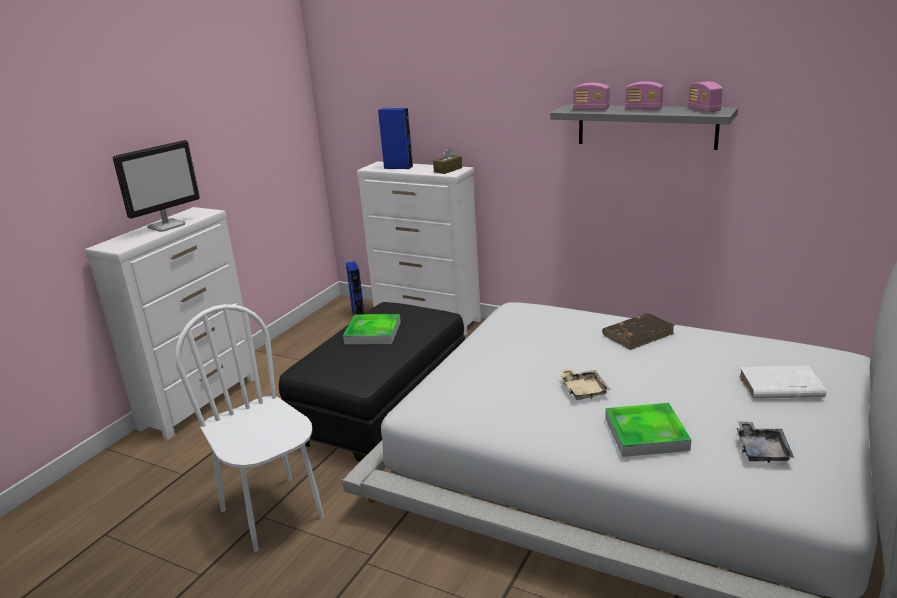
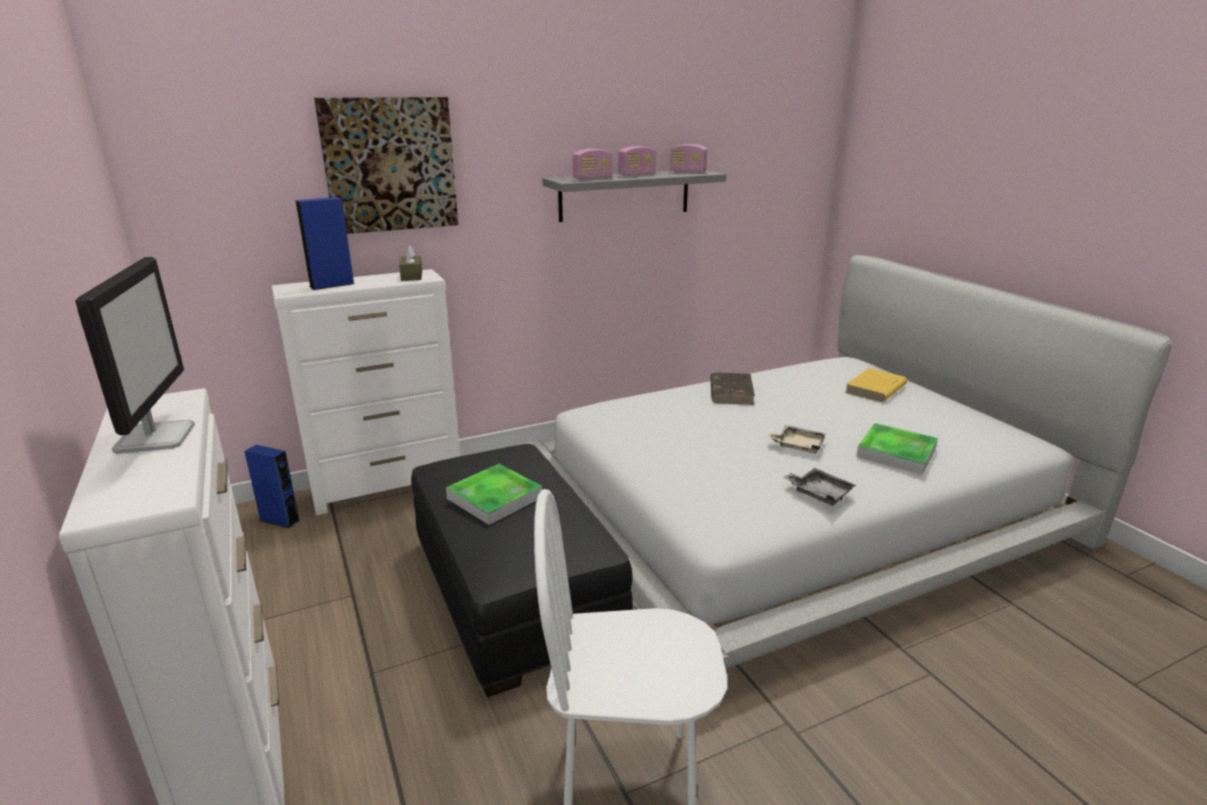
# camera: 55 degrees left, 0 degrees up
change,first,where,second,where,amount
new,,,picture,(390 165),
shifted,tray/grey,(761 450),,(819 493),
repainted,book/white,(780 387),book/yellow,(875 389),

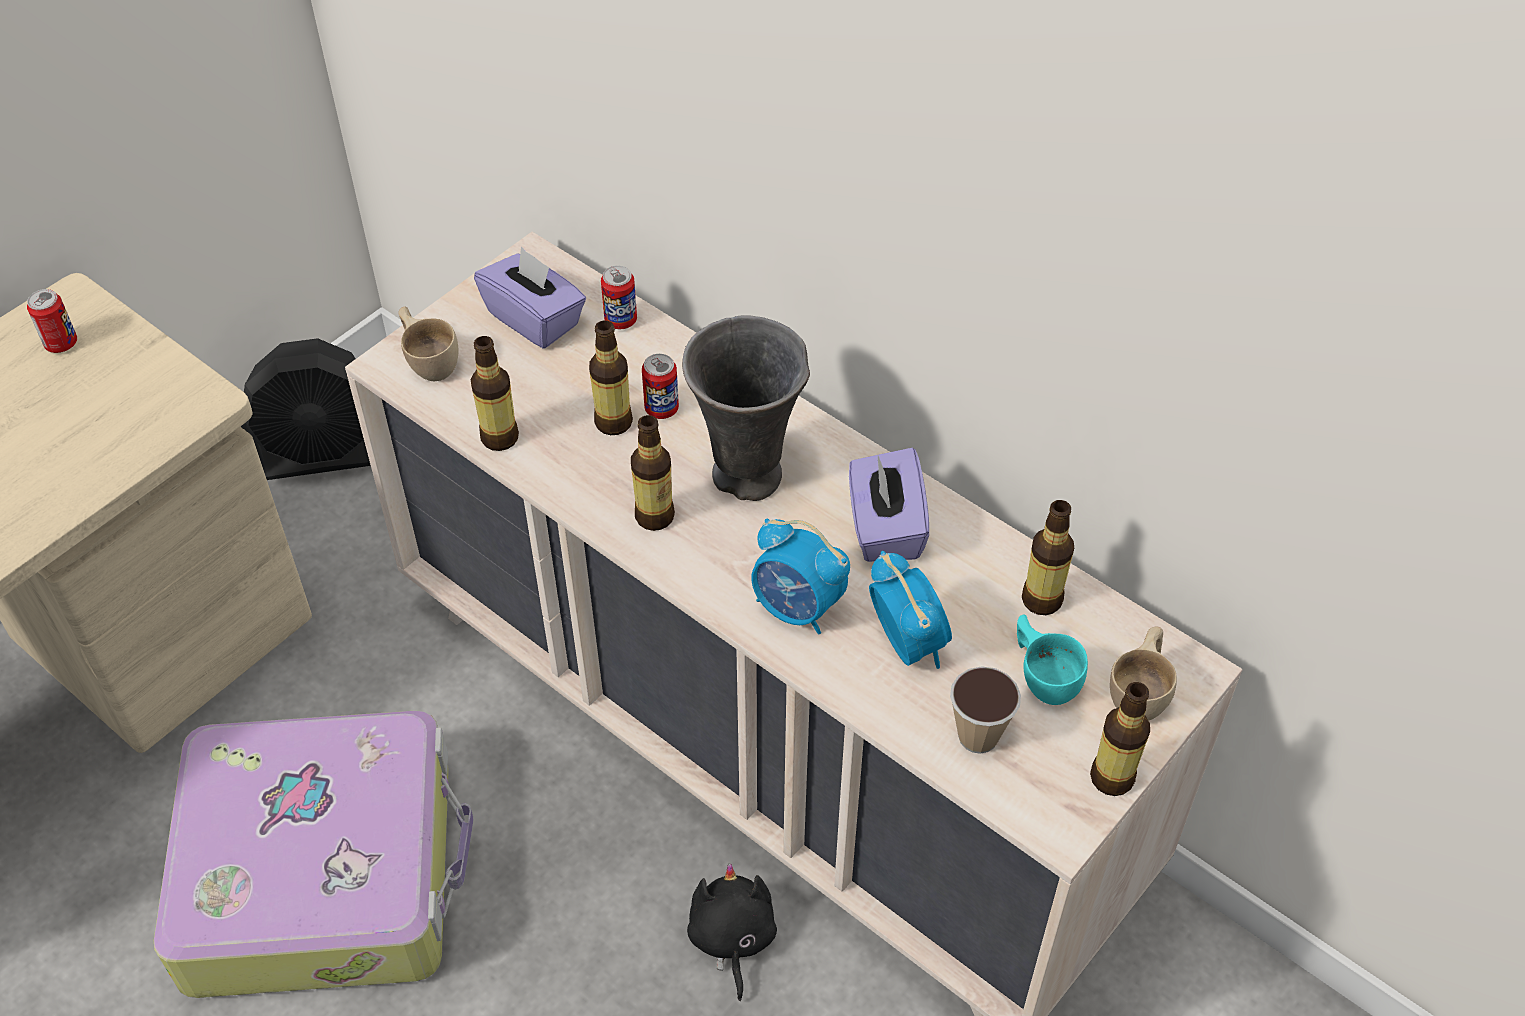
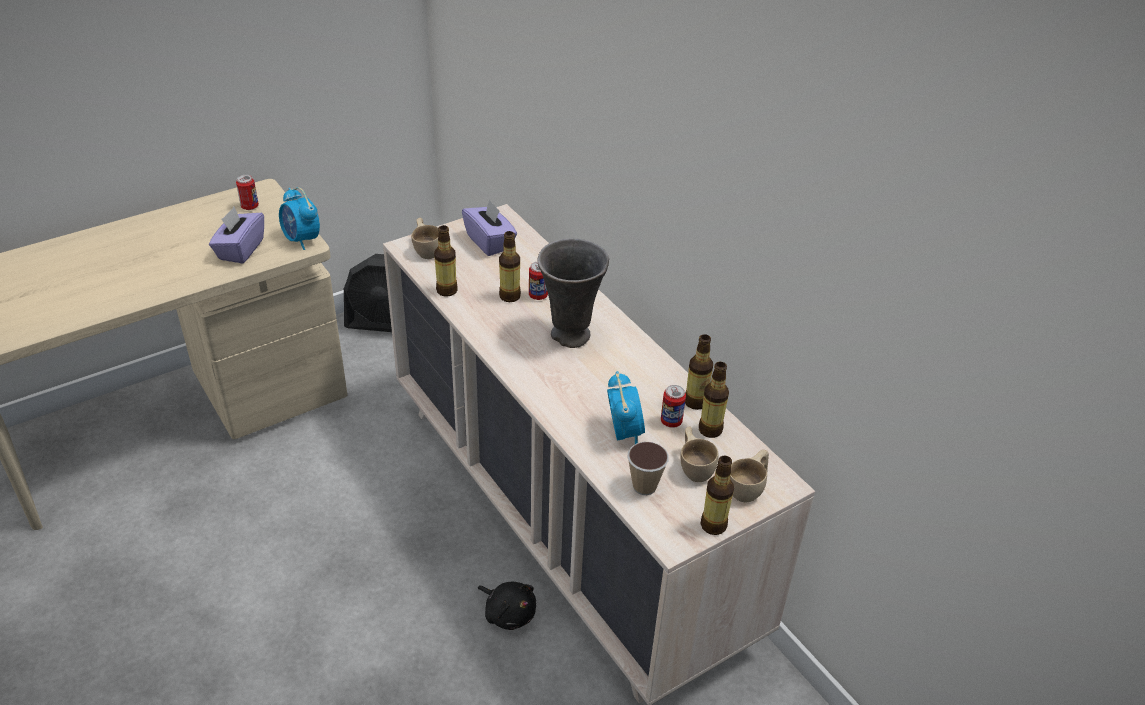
# camera: 15 degrees right, 10 degrees down
change,first,where,second,where,amount
gone,suitcase,(324 871),,,
shifted,can,(621 320),,(671 421),
shifted,bottle,(655 516),,(695 402),
shifted,alarm clock,(797 608),,(302 240),
shifted,tissue box/purple,(885 528),,(240 249),
repainted,cup/turquoise,(1043 676),cup/beige,(695 466),
rotated,plush toy/black,(731 938),,(508 613),120 degrees clockwise

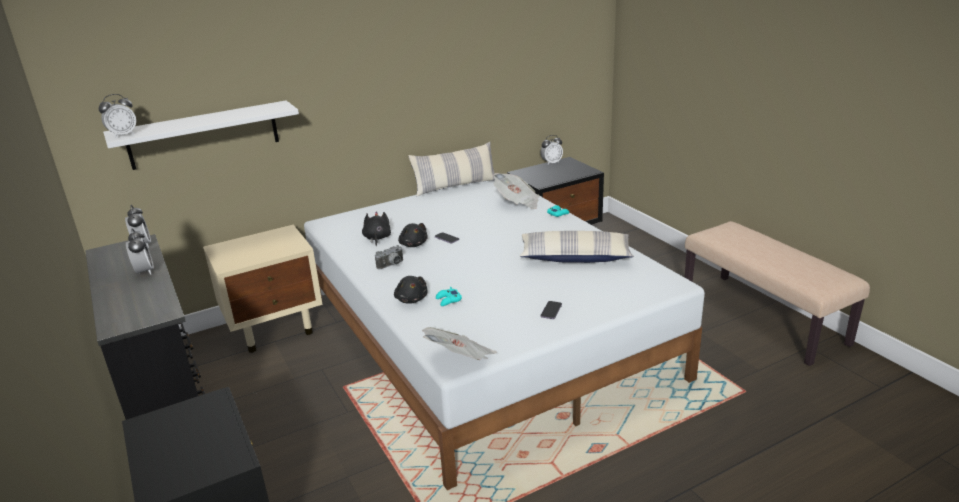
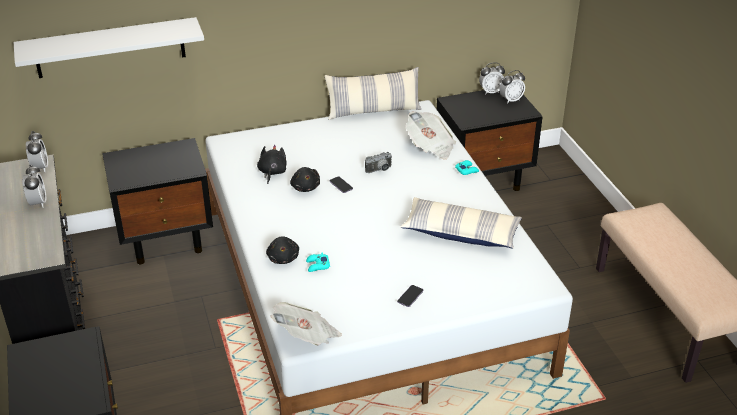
# camera: 10 degrees right, 10 degrees up
change,first,where,second,where,amount
shifted,alarm clock,(123 135),,(511 100),
shifted,photo camera,(392 265),,(380 170),
repainted,nightstand/beige,(275 328),nightstand/black,(167 240),

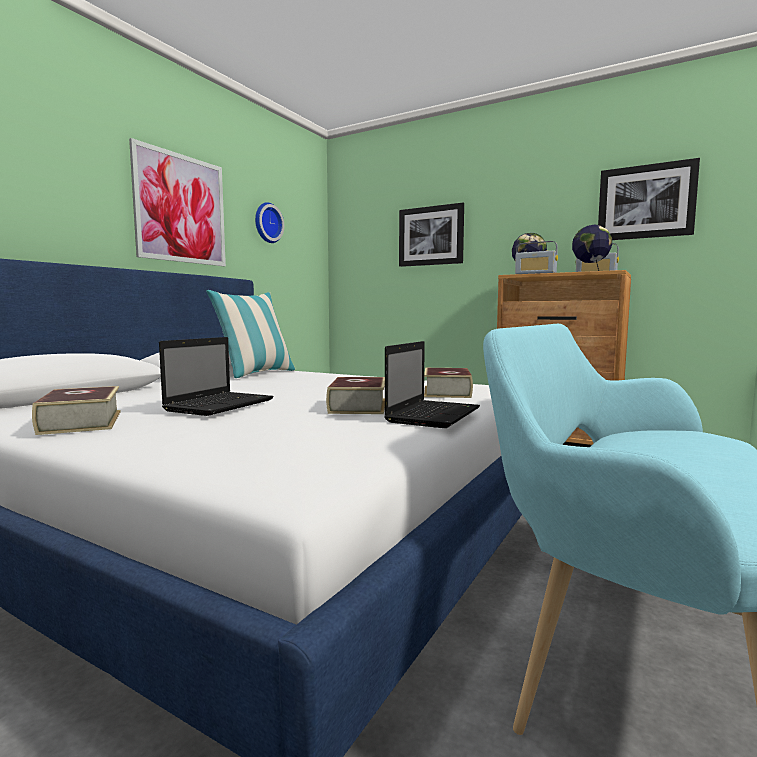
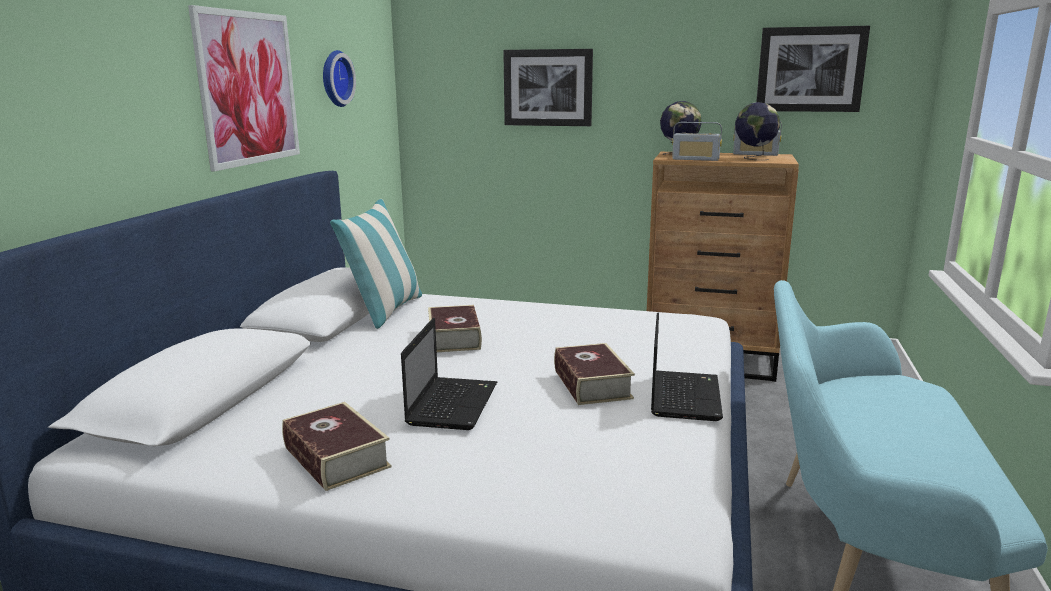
# camera: 15 degrees left, 10 degrees up
change,first,where,second,where,amount
shifted,book,(447 392),,(454 338),

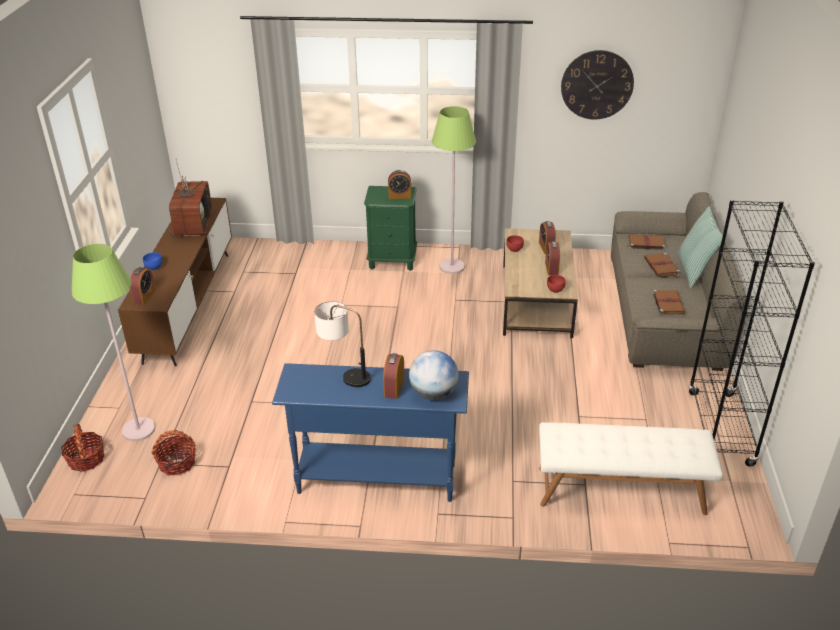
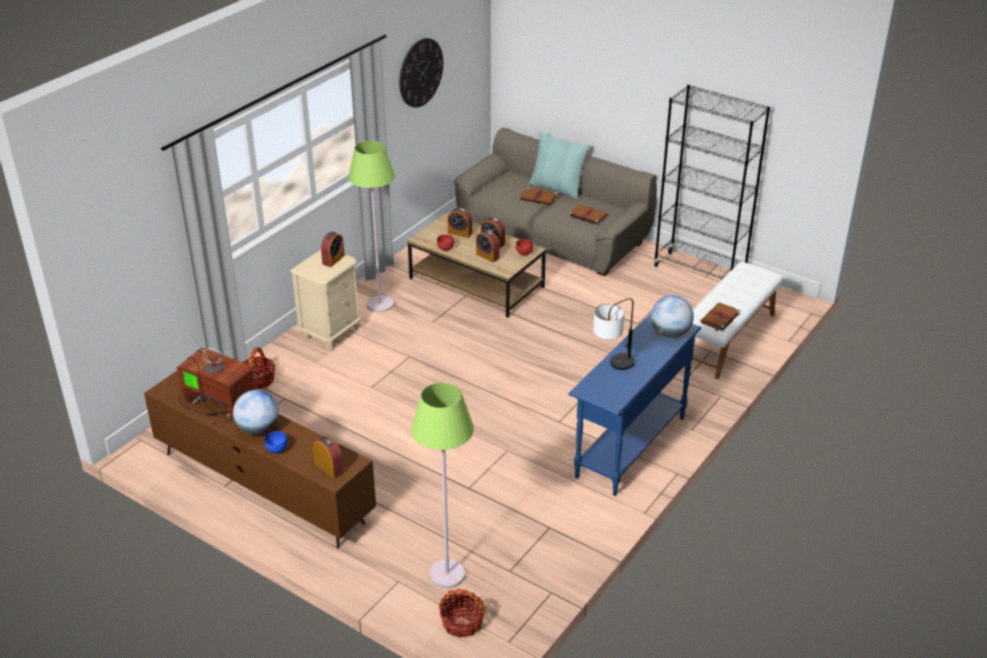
# camera: 60 degrees left, 0 degrees up
change,first,where,second,where,amount
new,,,globe,(258 429),
shifted,basket,(177 463),,(258 380),
shifted,alarm clock,(394 387),,(487 256),
shifted,book/brown,(645 243),,(719 318),
repainted,nightstand/green,(392 260),nightstand/beige,(331 333),

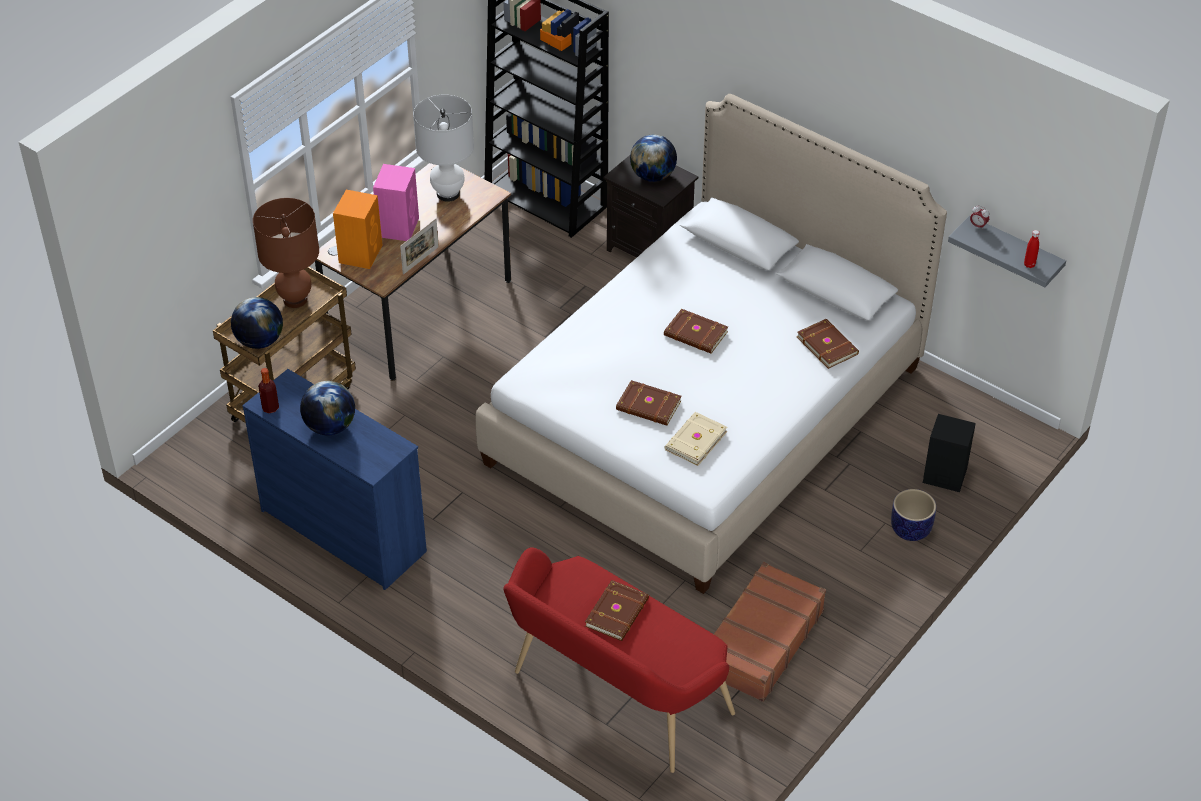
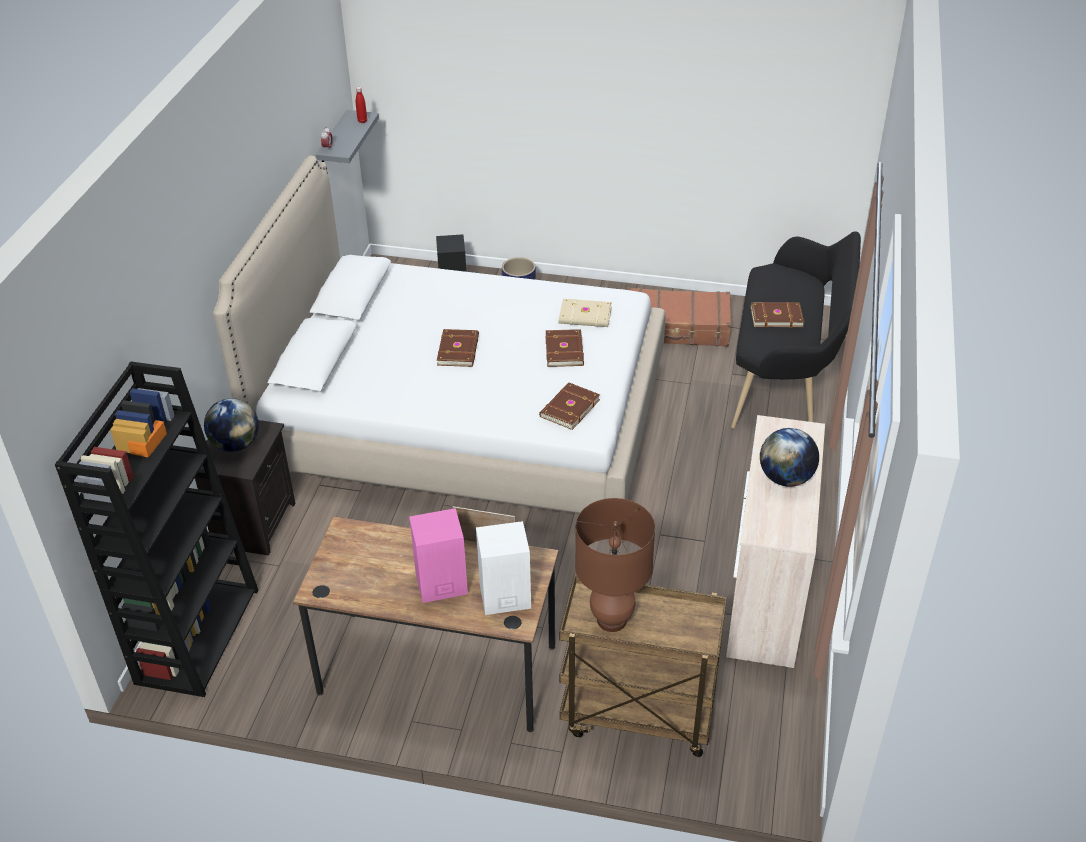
# camera: 115 degrees left, 5 degrees down
change,first,where,second,where,amount
gone,globe,(259 341),,,
gone,bottle,(270 408),,,
gone,table lamp/white,(448 194),,,
shifted,book/brown,(827 345),,(568 408),
repainted,dresser/blue,(344 530),dresser/beige,(765 595),
repainted,speaker/orange,(361 253),speaker/white,(503 596),
repainted,bench/red,(614 697),bench/black,(786 379),

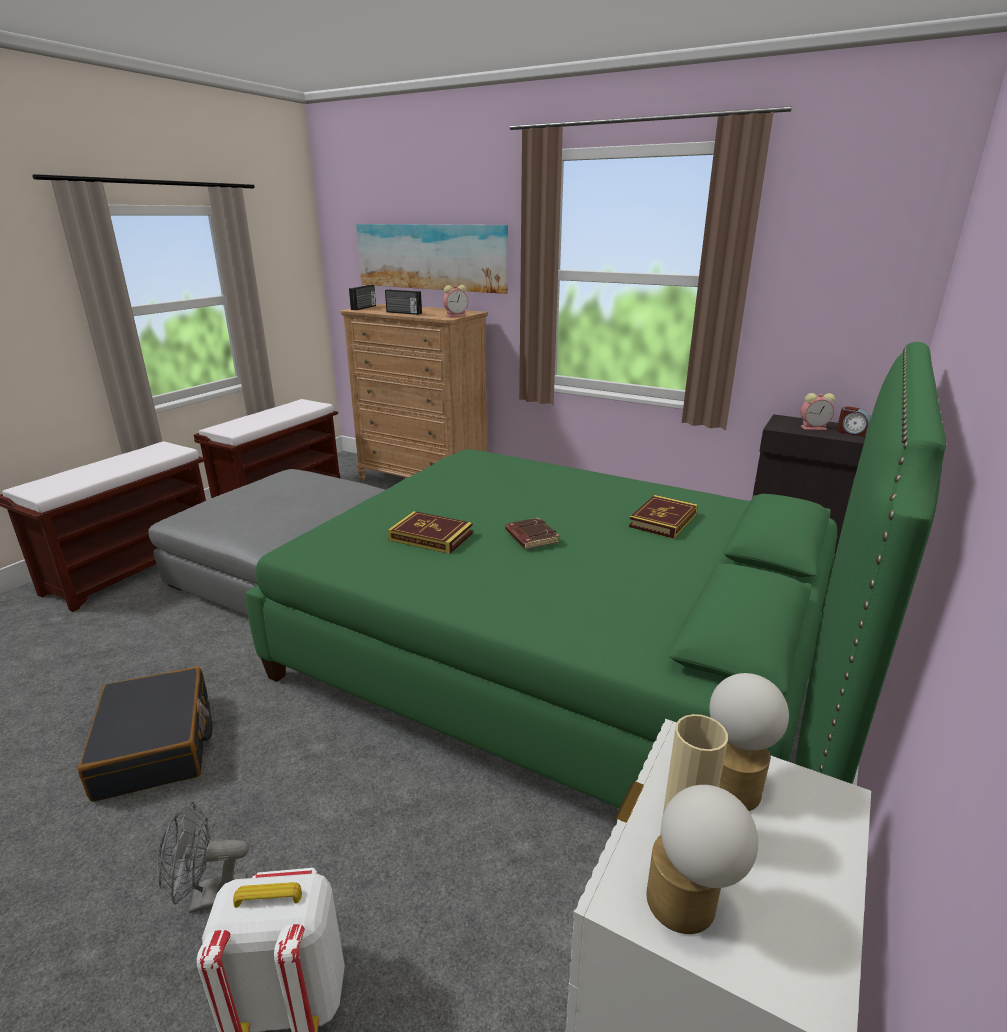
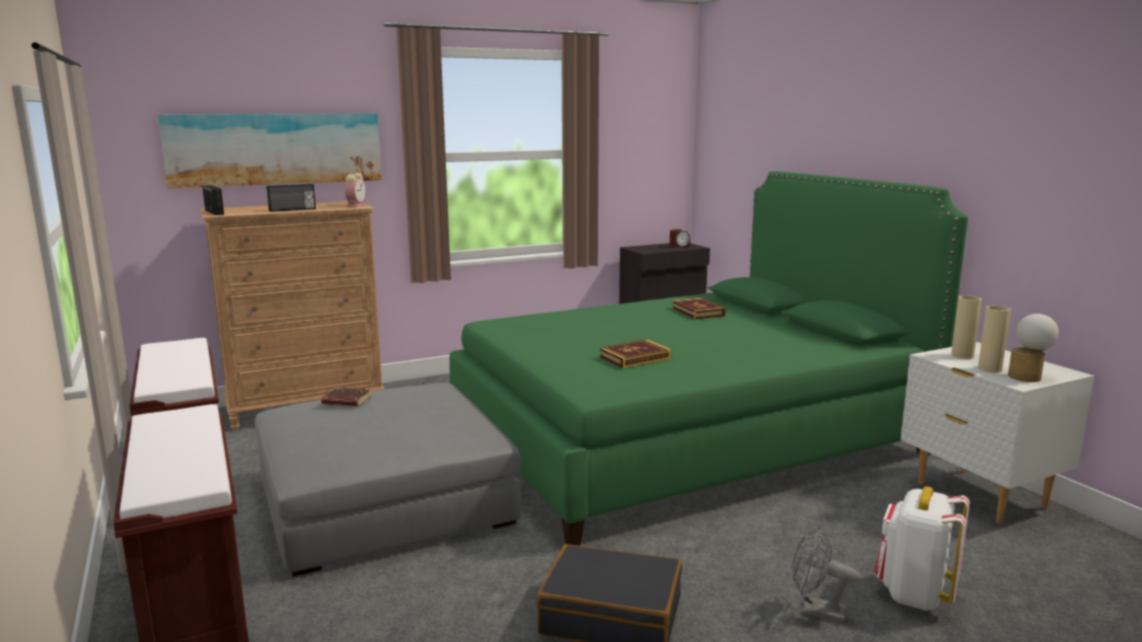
# camera: 55 degrees left, 10 degrees down
change,first,where,second,where,amount
gone,alarm clock,(814 428),,,
shifted,book/brown,(530 537),,(346 401),
swapped,table lamp,(734 783),vase/beige,(962 355),
rotated,fan/grey,(209 898),,(816 611),90 degrees clockwise

